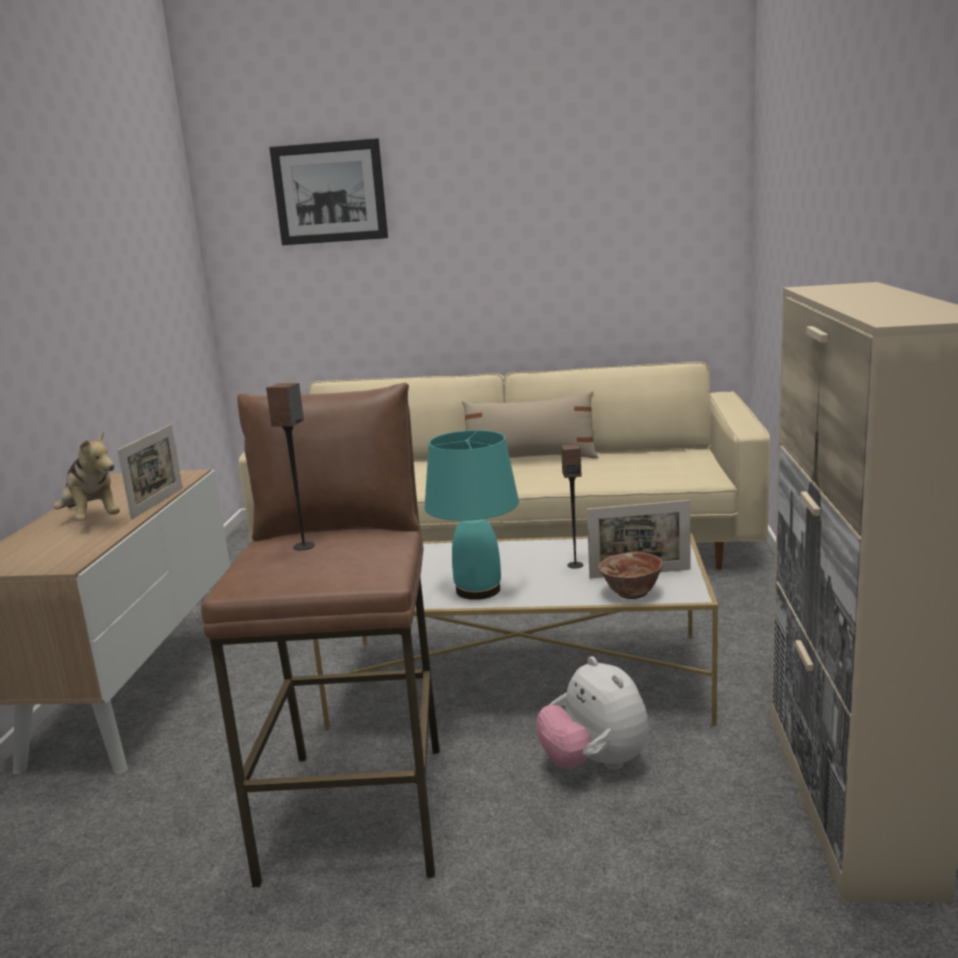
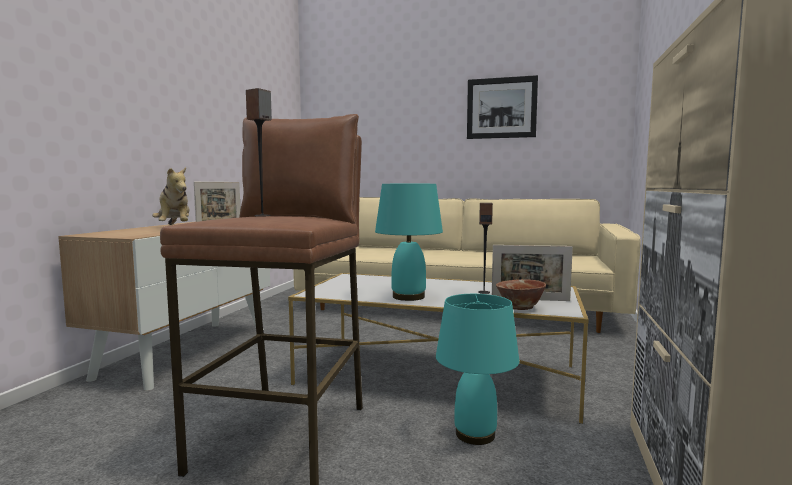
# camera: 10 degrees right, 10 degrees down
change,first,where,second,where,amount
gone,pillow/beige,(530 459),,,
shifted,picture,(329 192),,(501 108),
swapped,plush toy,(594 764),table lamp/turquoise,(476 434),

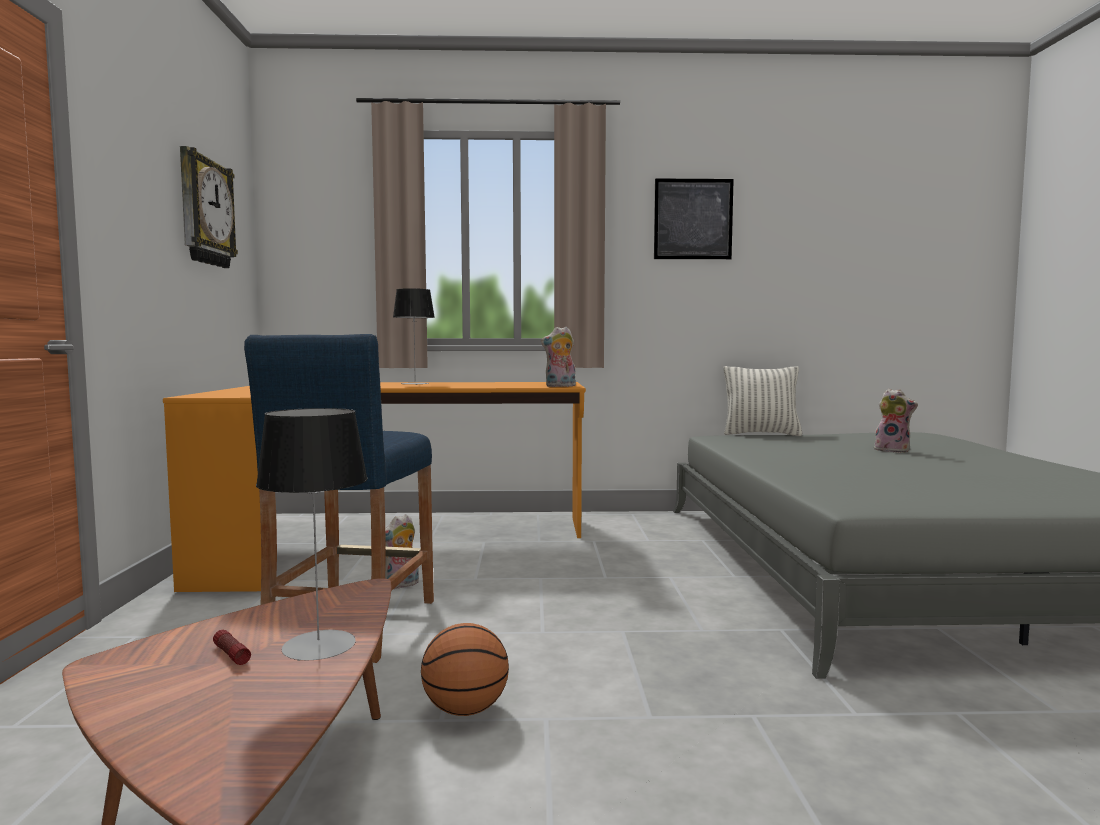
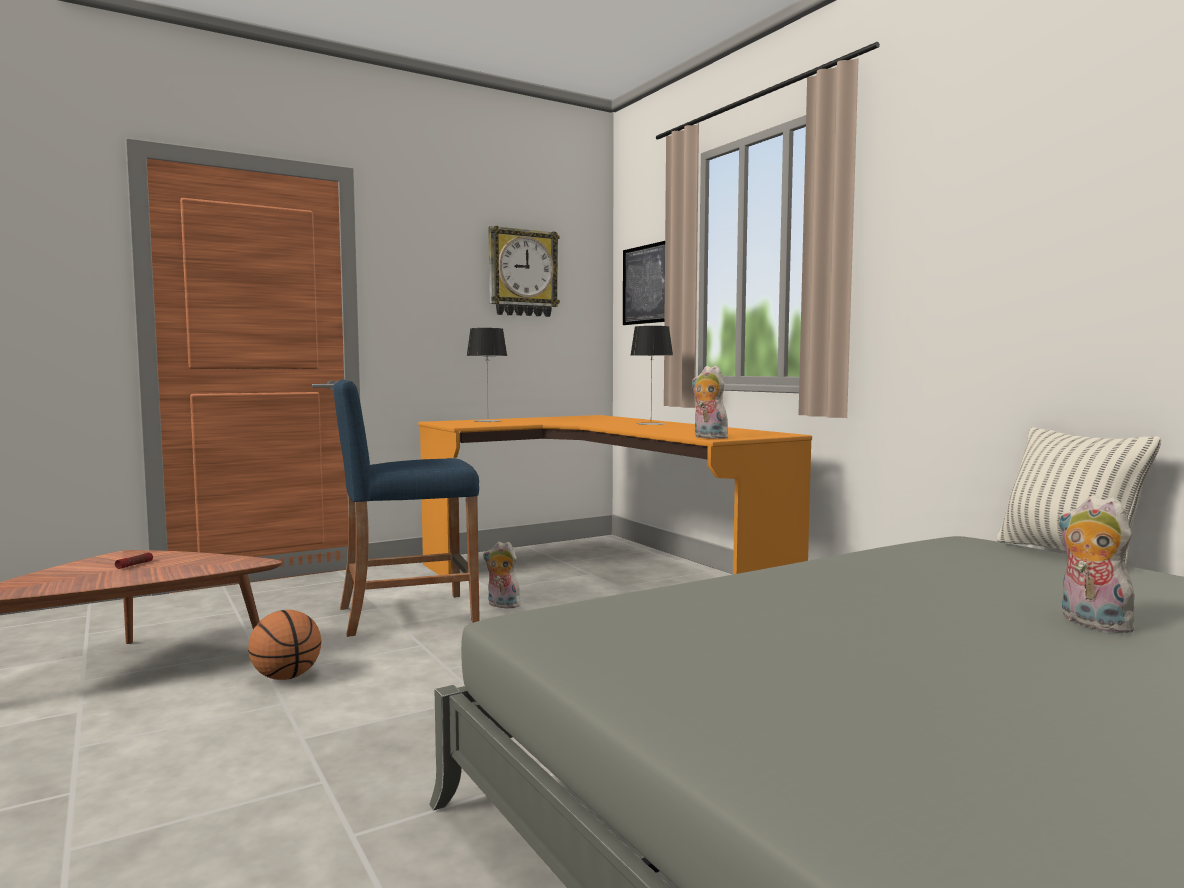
# camera: 60 degrees right, 0 degrees up
change,first,where,second,where,amount
shifted,table lamp,(318 645),,(487 421),
shifted,picture,(693 219),,(645 284),
rotated,plush toy,(893 450),,(1090 623),150 degrees clockwise

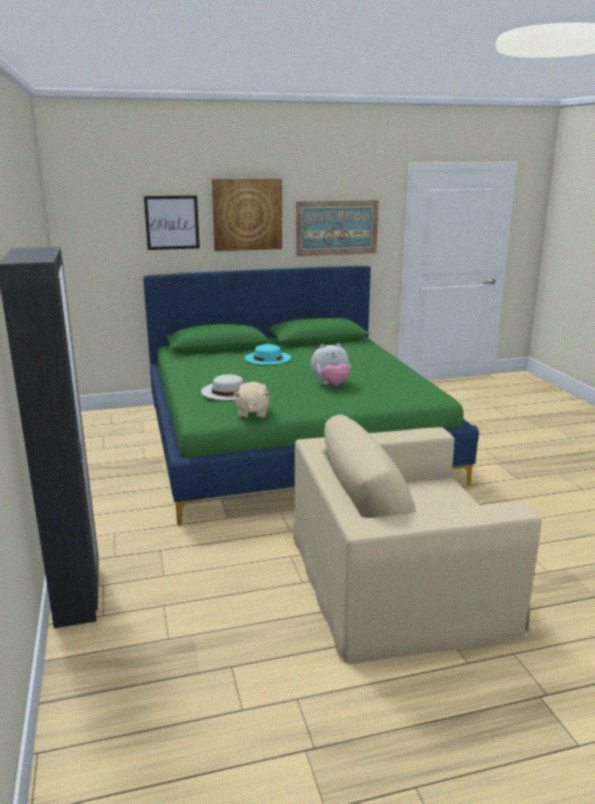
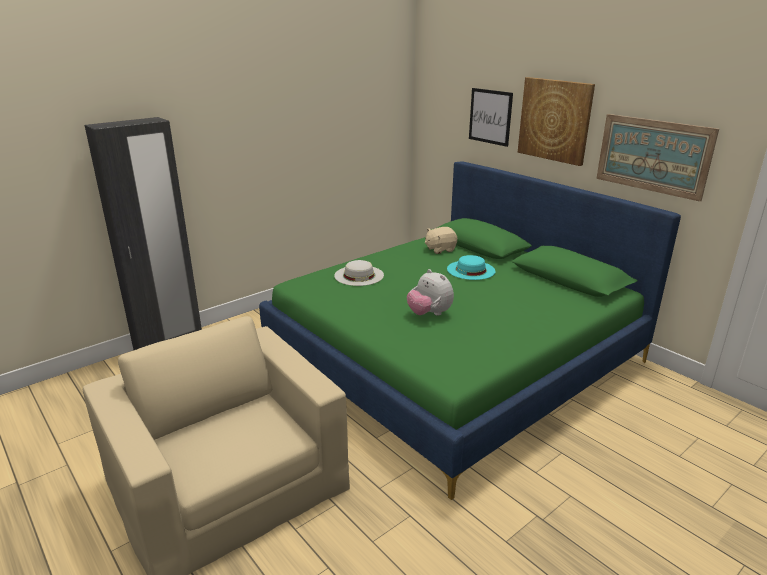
# camera: 65 degrees right, 5 degrees up
change,first,where,second,where,amount
shifted,plush toy/beige,(252 413),,(440 249),

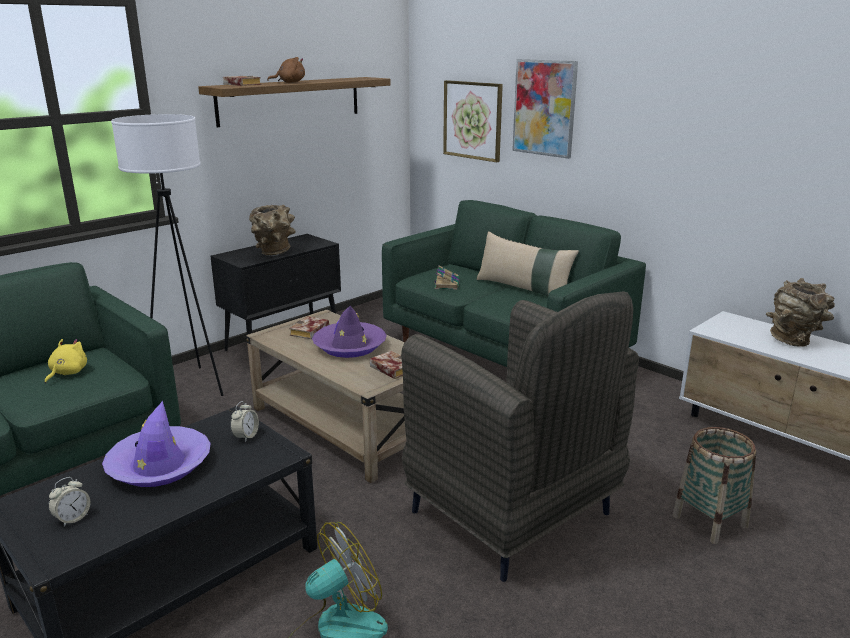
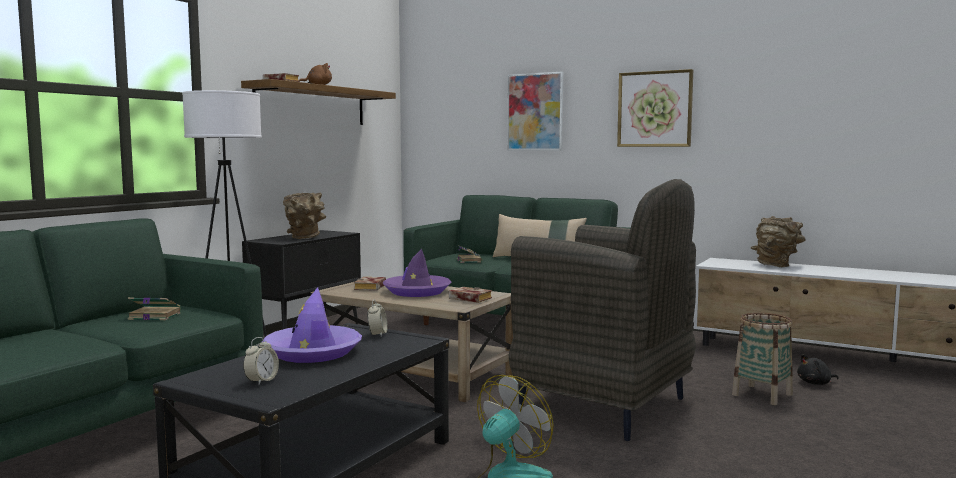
# camera: 15 degrees left, 15 degrees down
change,first,where,second,where,amount
new,,,plush toy/black,(816 383),
shifted,picture,(472 120),,(654 109),
swapped,plush toy/yellow,(67 373),book,(153 316),

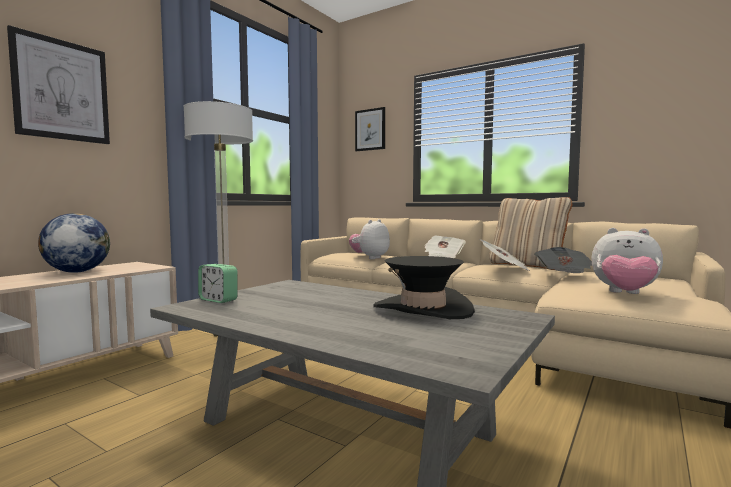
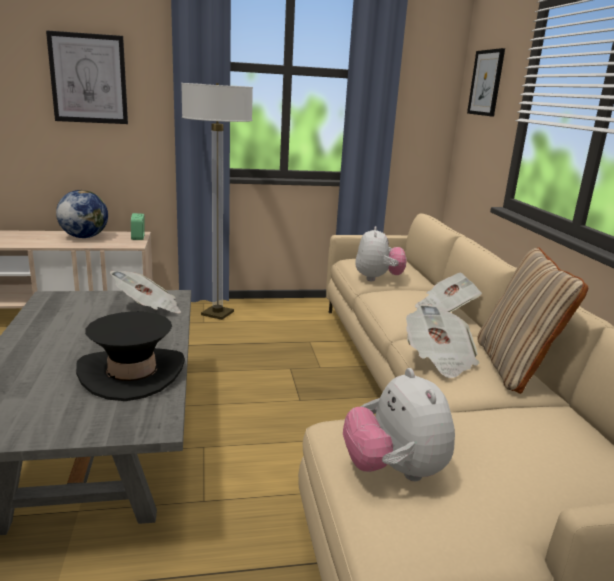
# camera: 45 degrees right, 15 degrees up
change,first,where,second,where,amount
shifted,alarm clock,(218 300),,(138 237),
shifted,newspaper,(564 276),,(148 309),
rotated,plush toy,(370 258),,(377 278),105 degrees clockwise

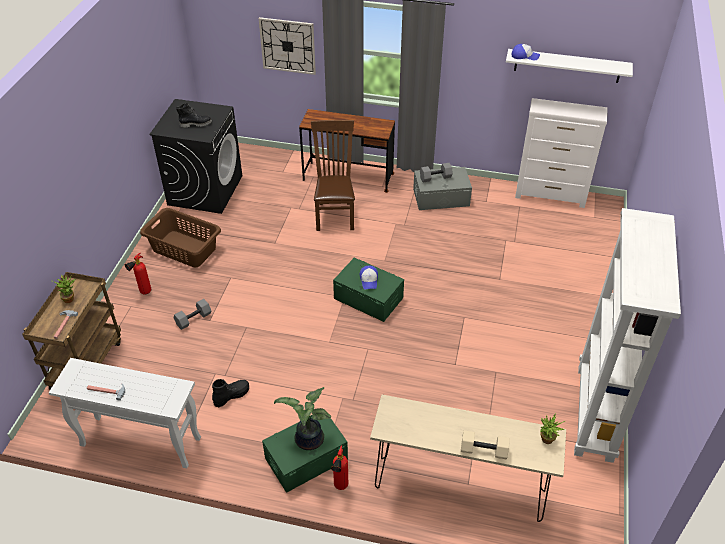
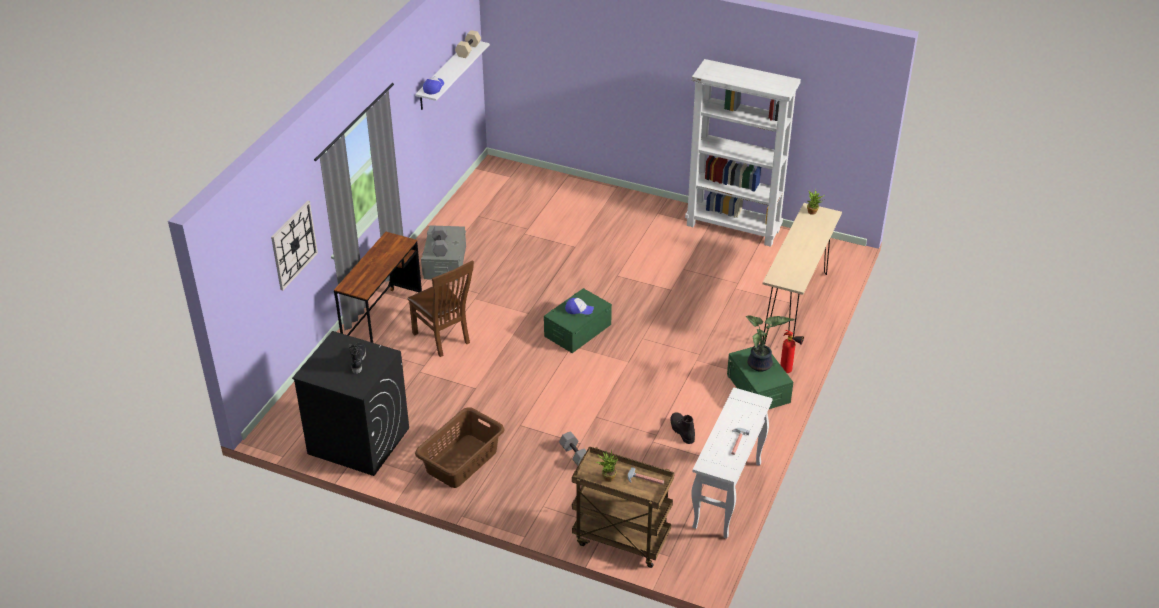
# camera: 80 degrees left, 5 degrees down
change,first,where,second,where,amount
gone,fire extinguisher,(143 293),,,
gone,dresser/white,(551 196),,,
shifted,dumbbell/beige,(484 450),,(468 50),
rotated,chair/brown,(335 214),,(444 339),135 degrees counterclockwise

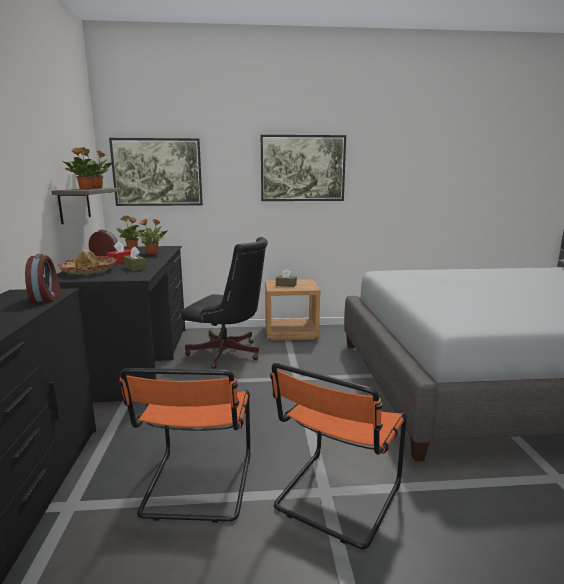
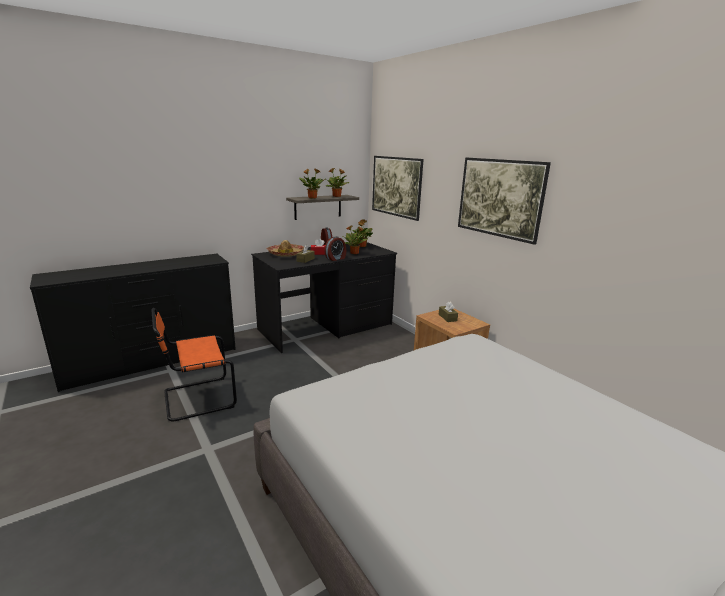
# camera: 60 degrees right, 5 degrees up
change,first,where,second,where,amount
gone,office chair/black,(228 354),,,
gone,chair/orange,(336 499),,,
shifted,alarm clock,(47 298),,(336 258),

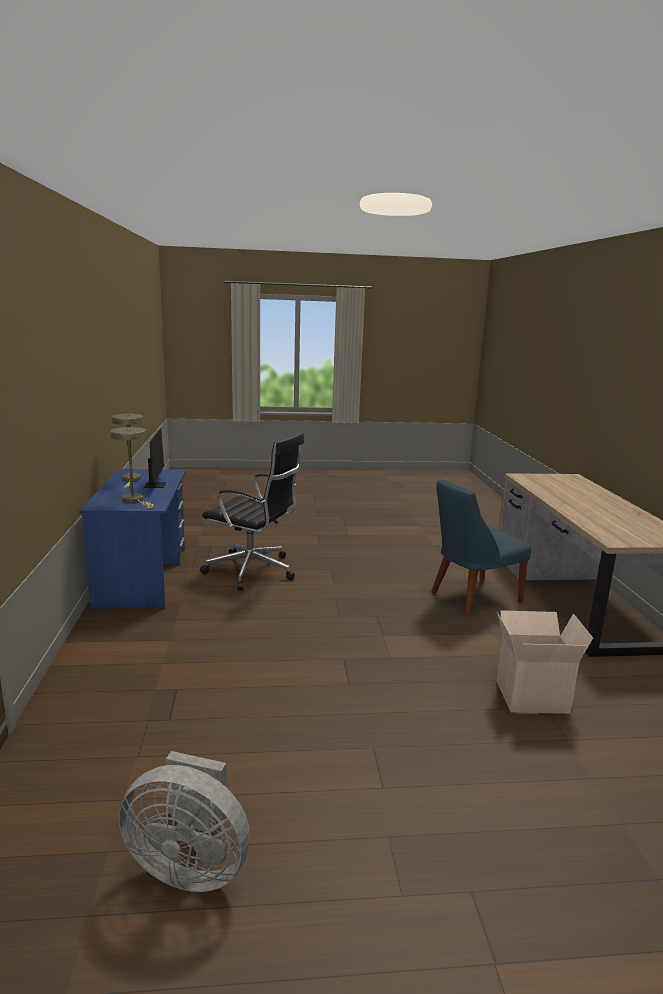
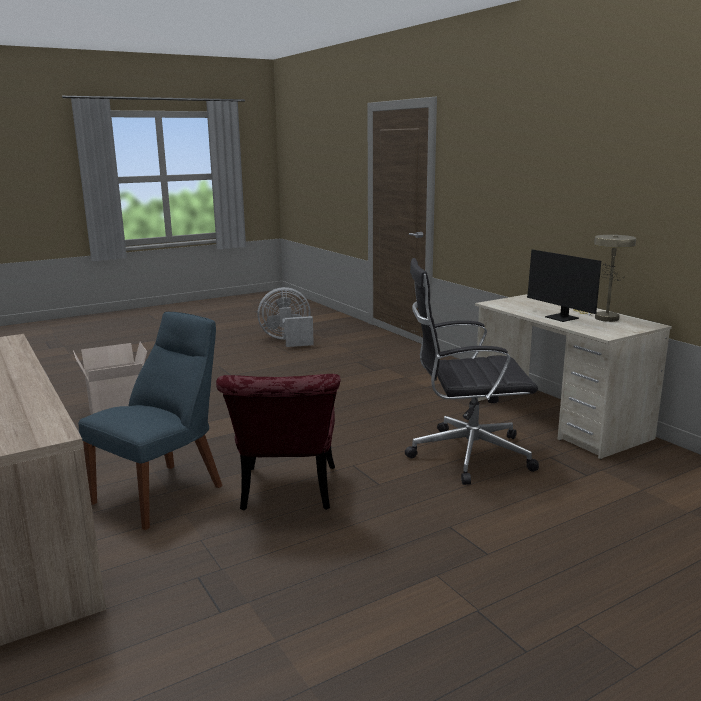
# camera: 155 degrees right, 0 degrees up
change,first,where,second,where,amount
gone,table lamp/beige,(135 500),,,
new,,,chair/red,(287 494),
repainted,desk/blue,(143 576),desk/beige,(558 419),

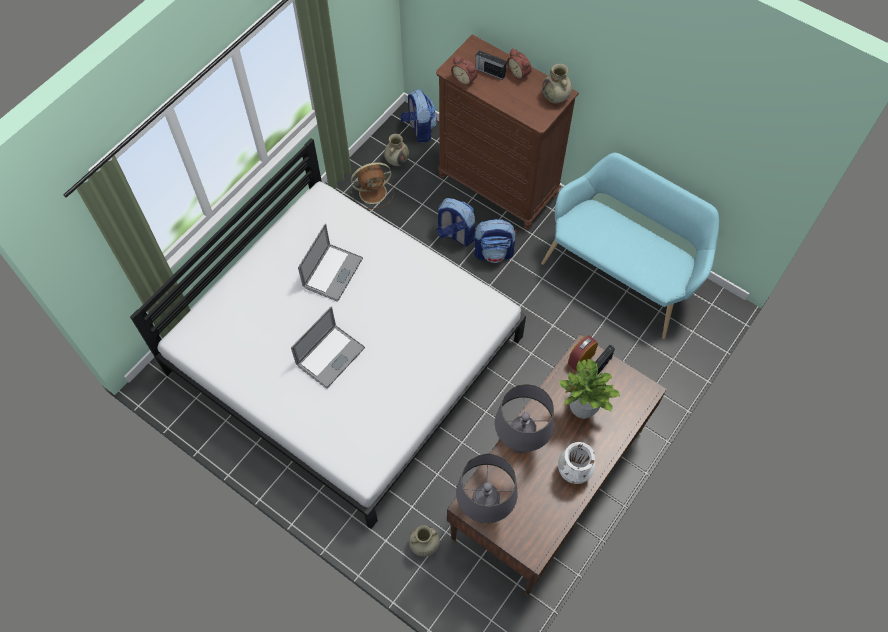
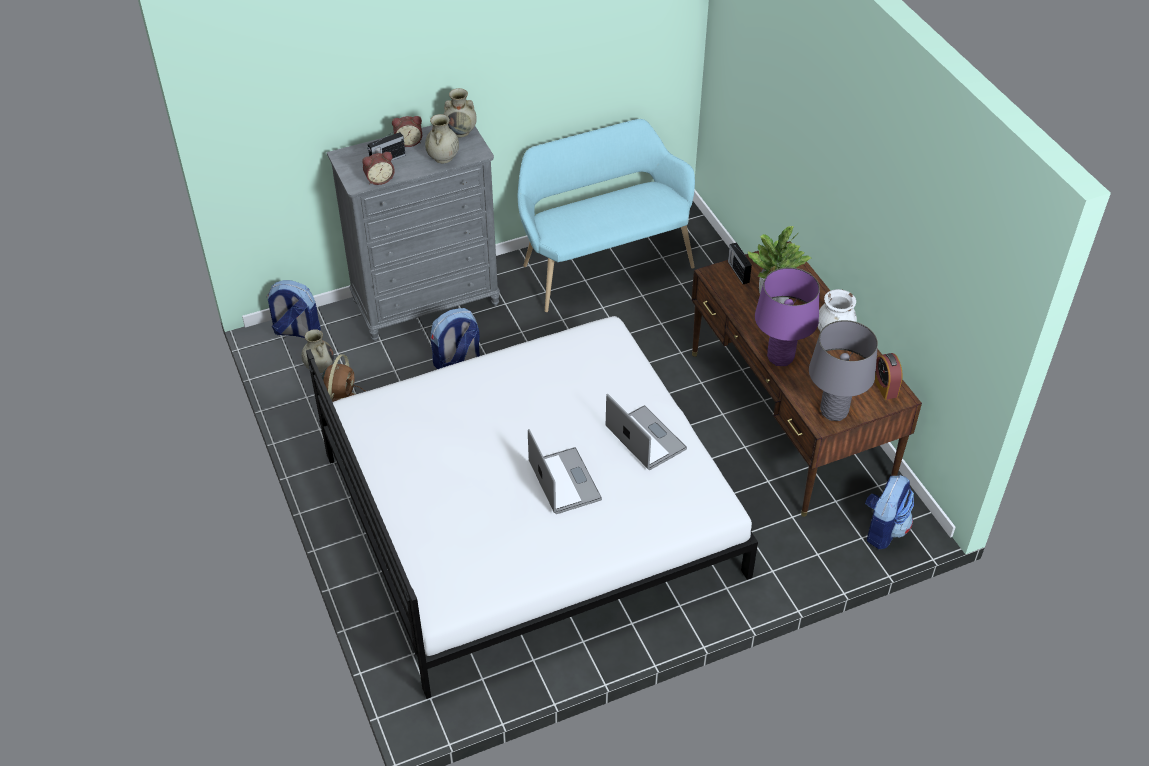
# camera: 60 degrees left, 15 degrees down
change,first,where,second,where,amount
shifted,laptop,(333 272),,(645 438),
shifted,vase/beige,(424 545),,(443 158),
shifted,backpack,(494 252),,(883 529),
shifted,alarm clock,(581 358),,(885 386),
repainted,dresser/brown,(498 186),dresser/grey,(426 302),
repainted,table lamp/grey,(520 442),table lamp/purple,(780 357),

